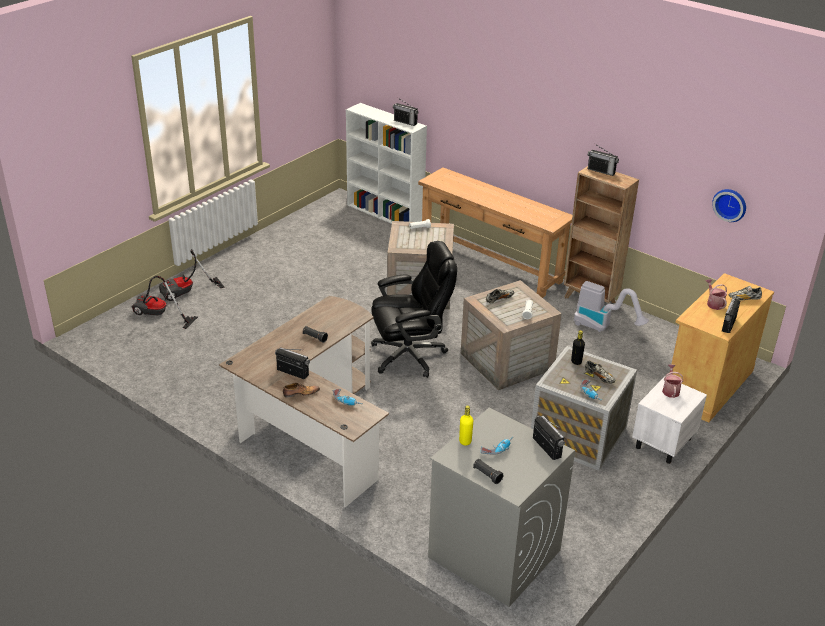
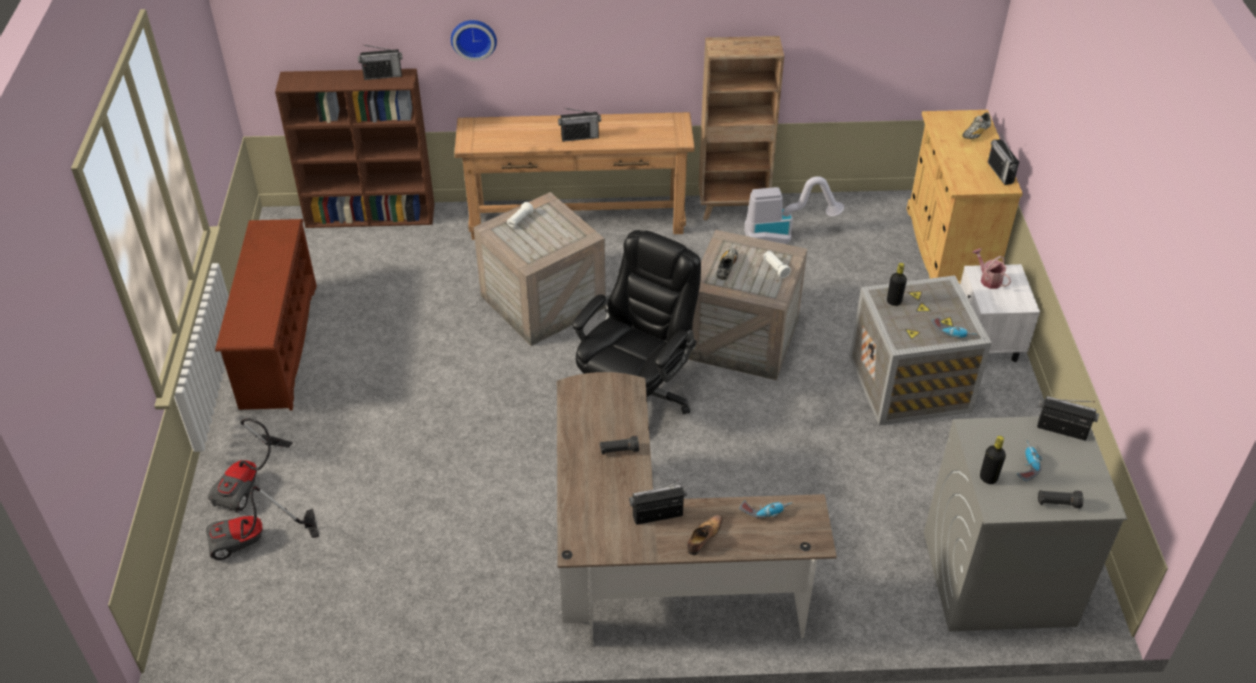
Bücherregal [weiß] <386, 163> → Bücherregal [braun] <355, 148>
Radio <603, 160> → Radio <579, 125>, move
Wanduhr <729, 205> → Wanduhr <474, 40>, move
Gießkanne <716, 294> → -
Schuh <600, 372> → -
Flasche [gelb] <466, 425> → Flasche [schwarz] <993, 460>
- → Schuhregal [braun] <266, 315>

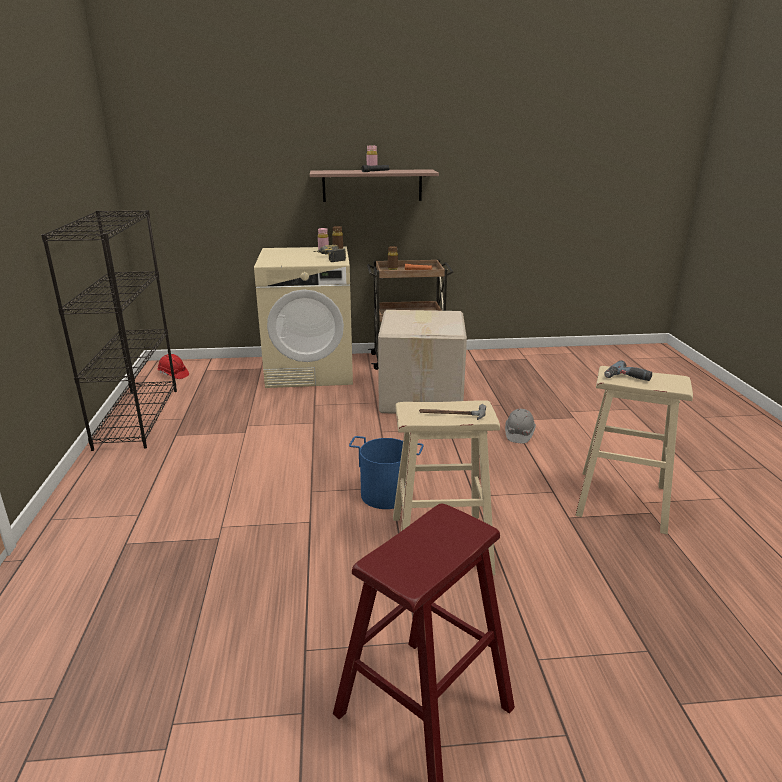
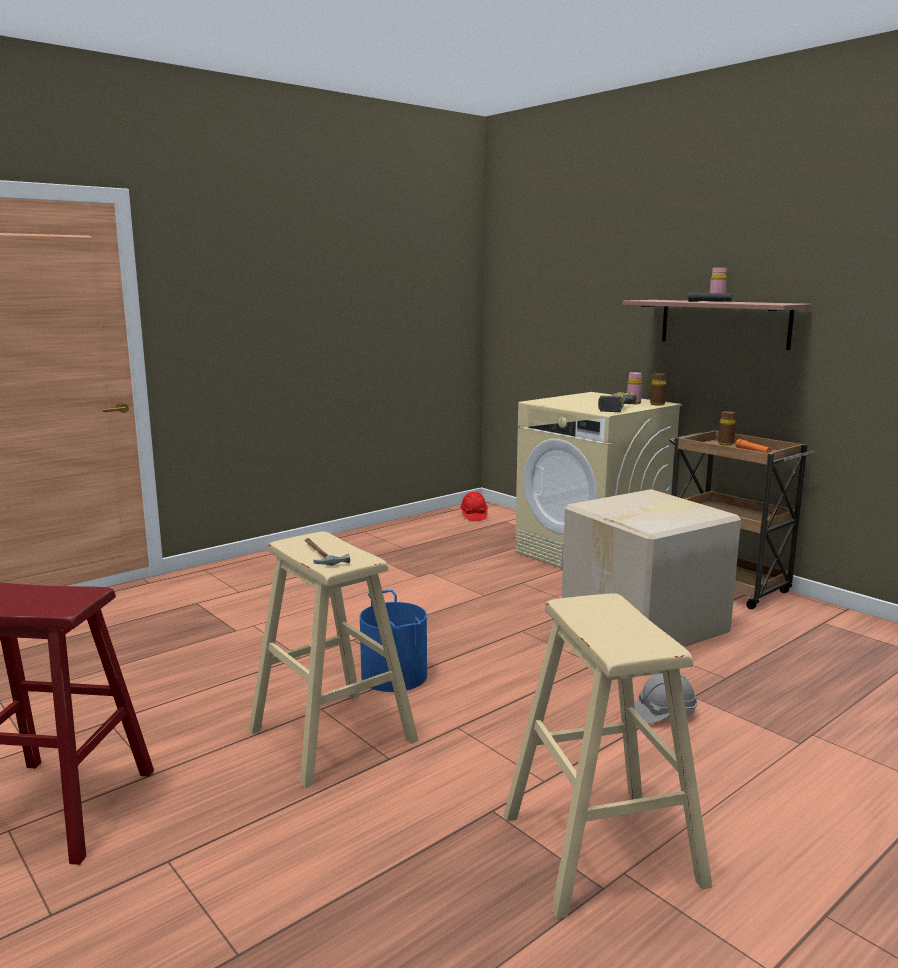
Bücherregal [schwarz] <109, 330> → -
Bohrmaschine <628, 370> → -

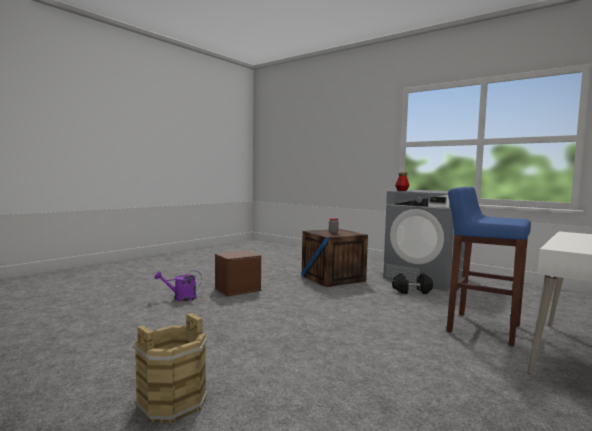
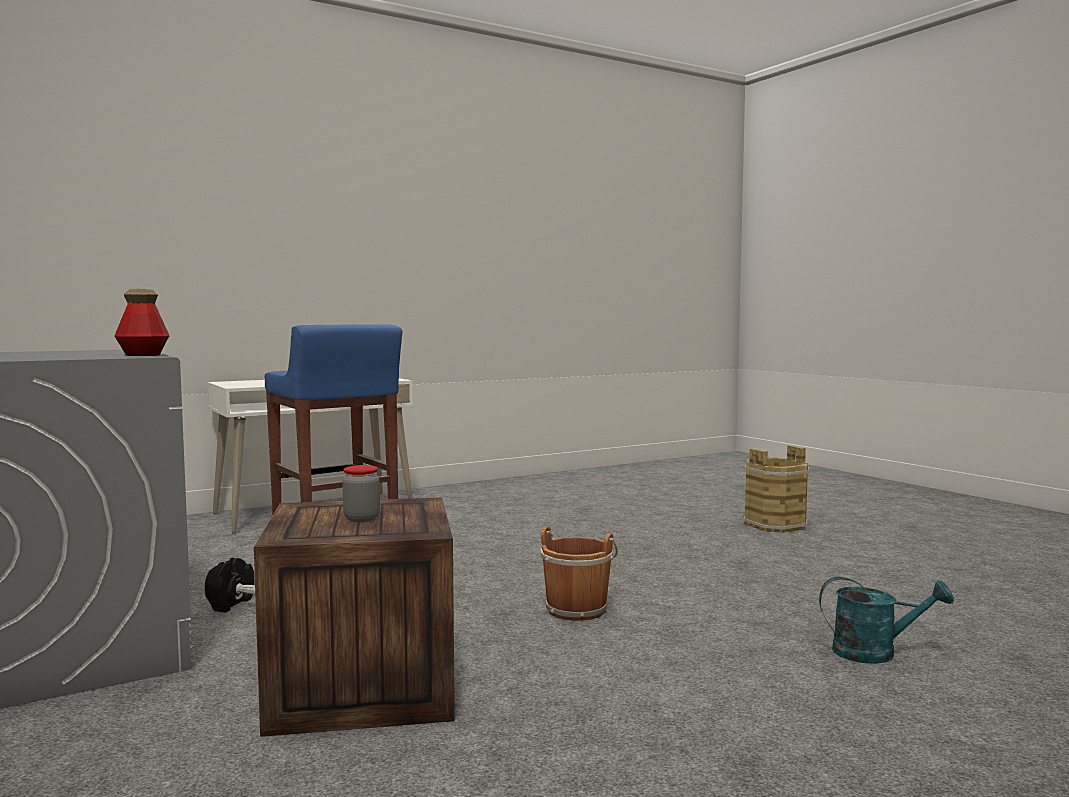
Aufbewahrungsbox [braun] <238, 273> → -
Gießkanne [lila] <178, 285> → Gießkanne [türkis] <886, 620>
- → Eimer [braun] <579, 574>

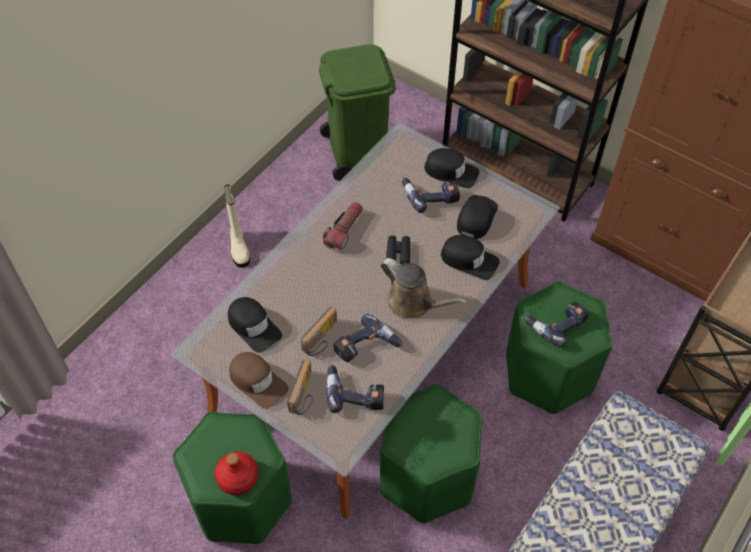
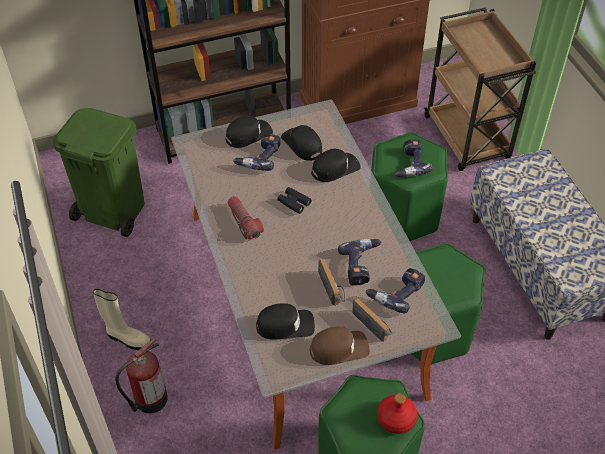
Gießkanne [braun] <424, 288> → -
- → Feuerlöscher <142, 375>

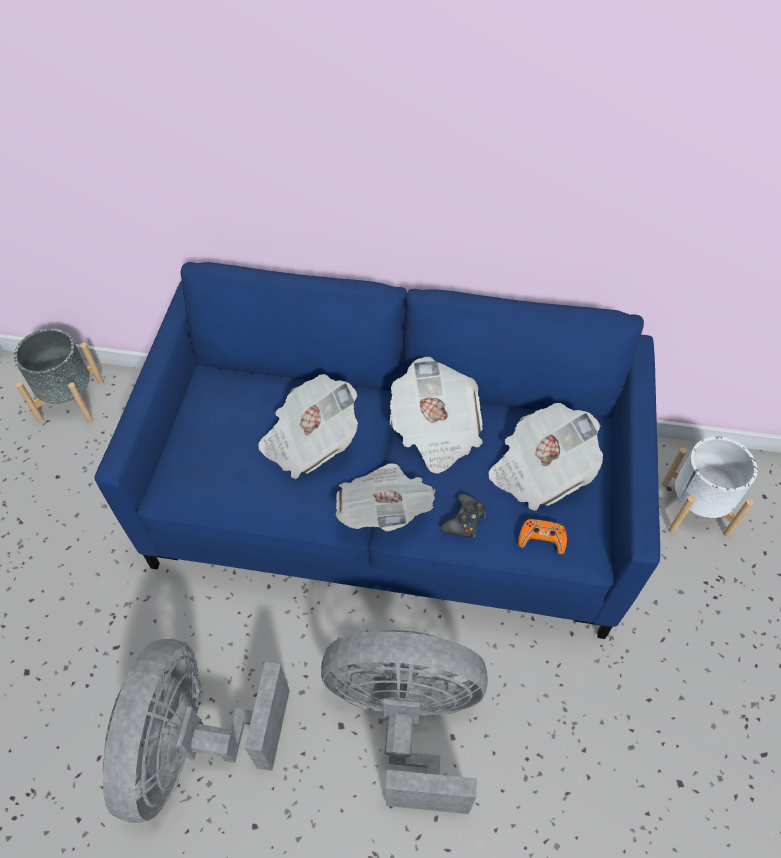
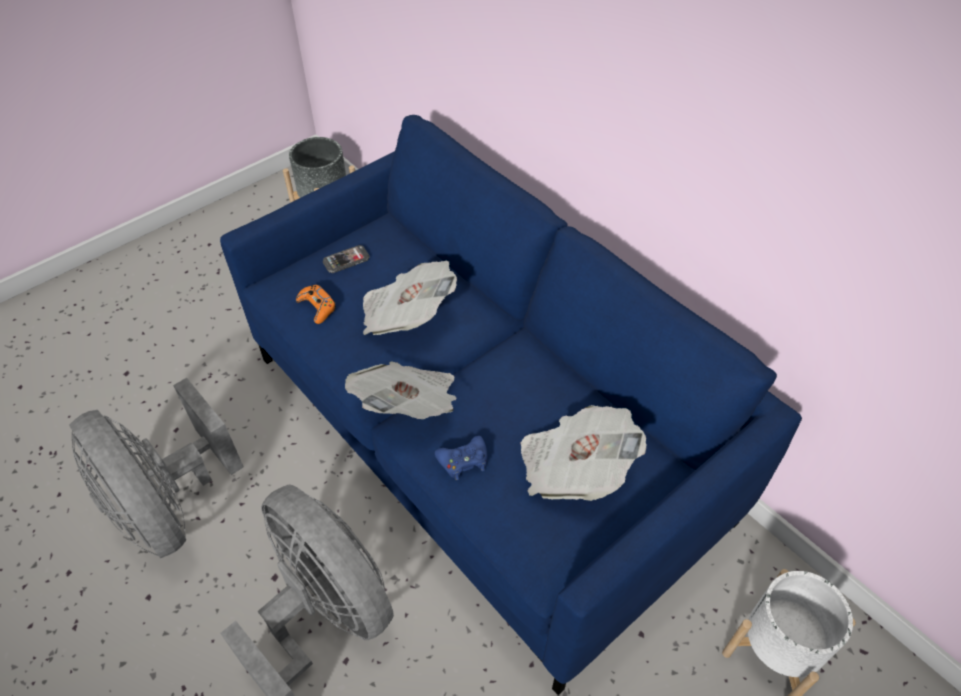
Zeitung <436, 415> → -
Gamepad [schwarz] <463, 516> → Gamepad [blau] <461, 458>
Gamepad [orange] <542, 536> → Gamepad [orange] <316, 304>, move
Ventilator [grau] <196, 731> → Ventilator [grau] <156, 468>, 90 degrees counterclockwise
- → Handy <346, 259>

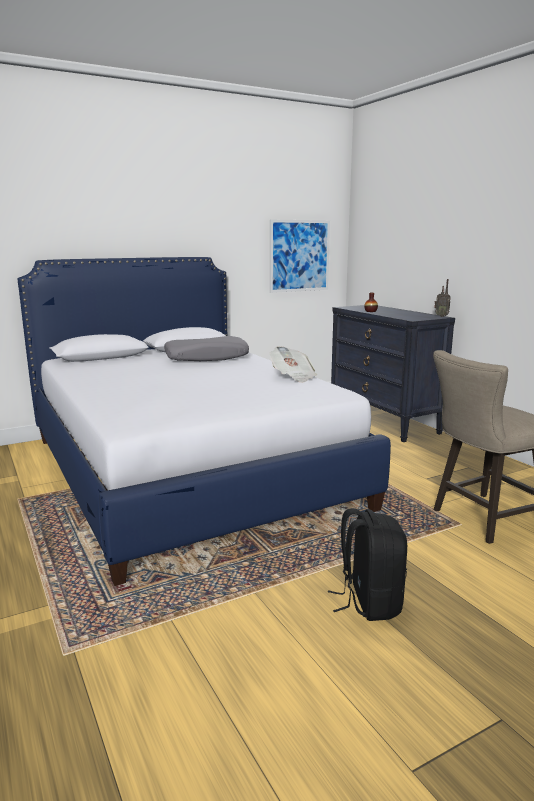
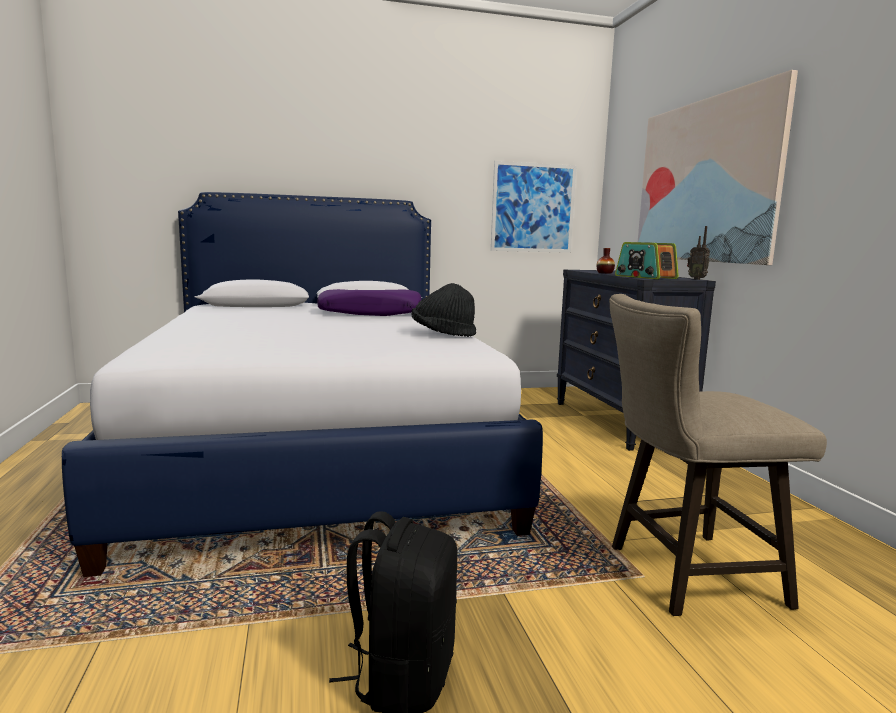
Kissen [grau] <206, 348> → Kissen [lila] <369, 302>
Zeitung <293, 364> → Hut [schwarz] <444, 310>
- → Bild <718, 167>
- → Radio <647, 260>

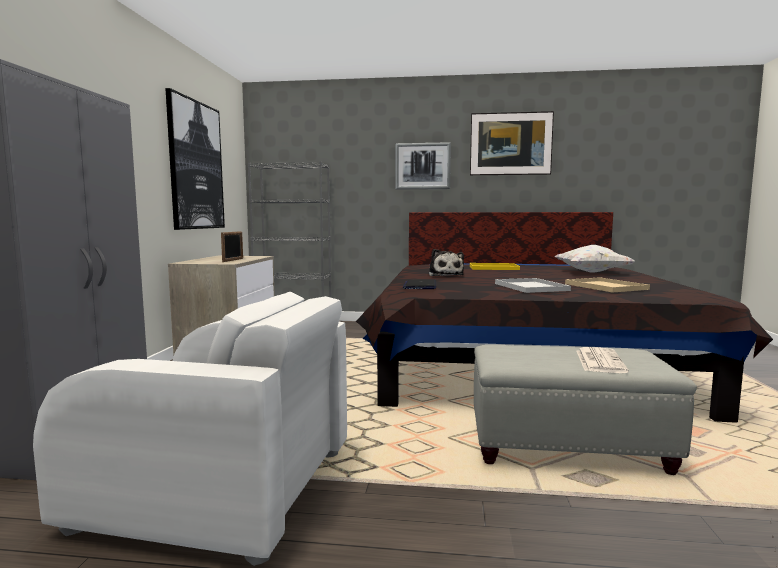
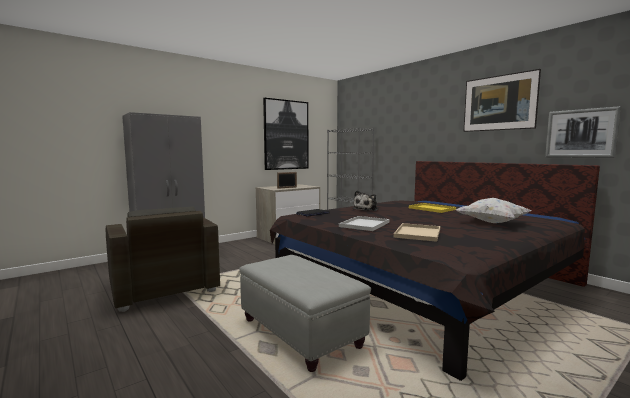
Bild <423, 165> → Bild <583, 132>, move
Sessel [weiß] <190, 429> → Sessel [braun] <163, 259>
Zeitung <603, 360> → -

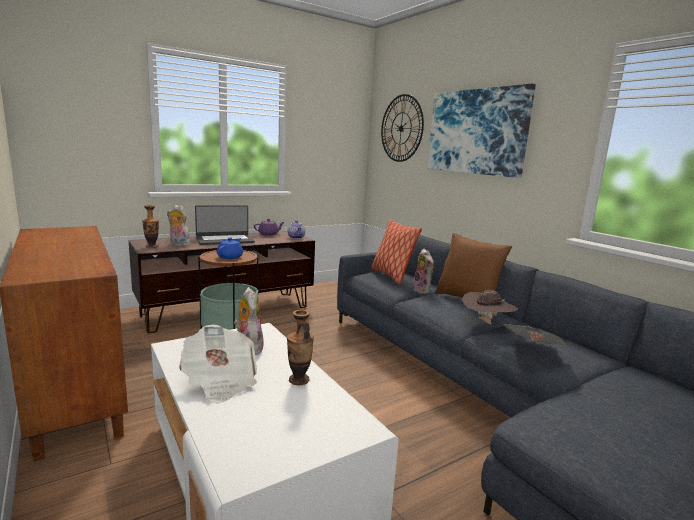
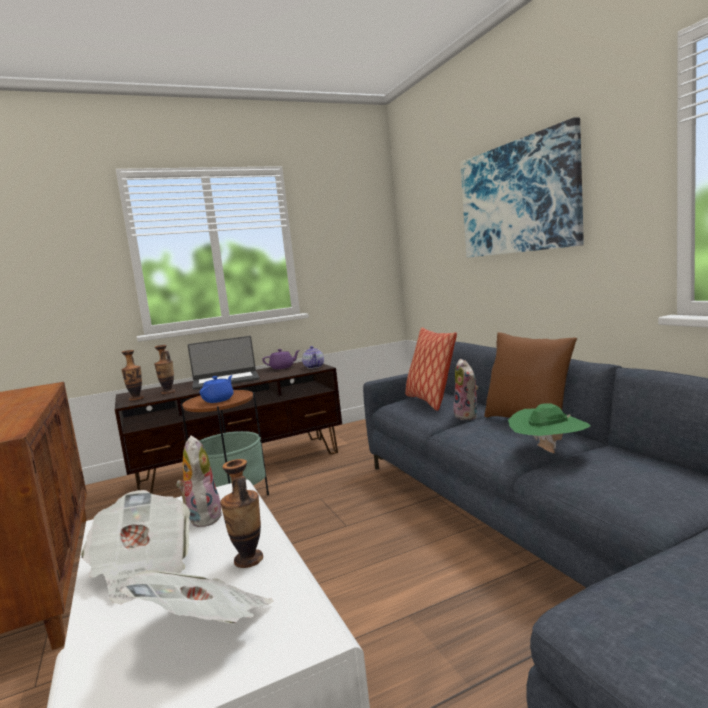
Wanduhr <402, 128> → -
Plüschtier <178, 225> → Vase <164, 369>
Hut [braun] <490, 307> → Hut [grün] <549, 428>
Zeitung <536, 335> → Zeitung <196, 596>, move

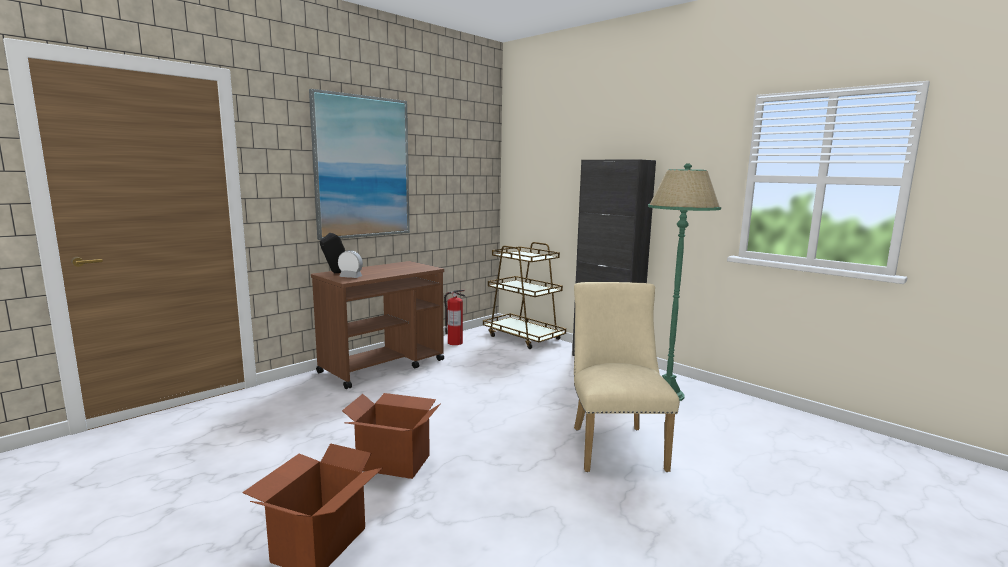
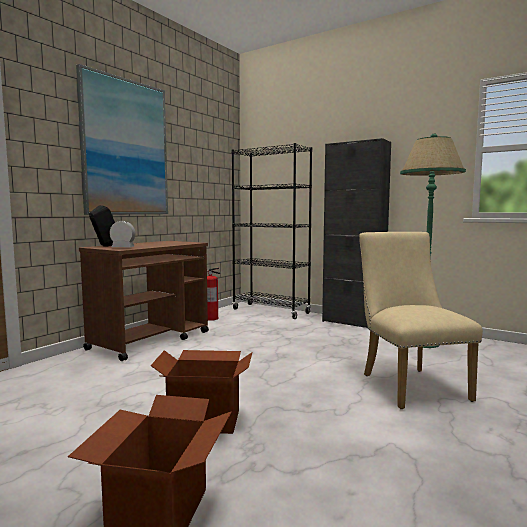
Rollwagen [braun] <524, 295> → Bücherregal [schwarz] <272, 231>

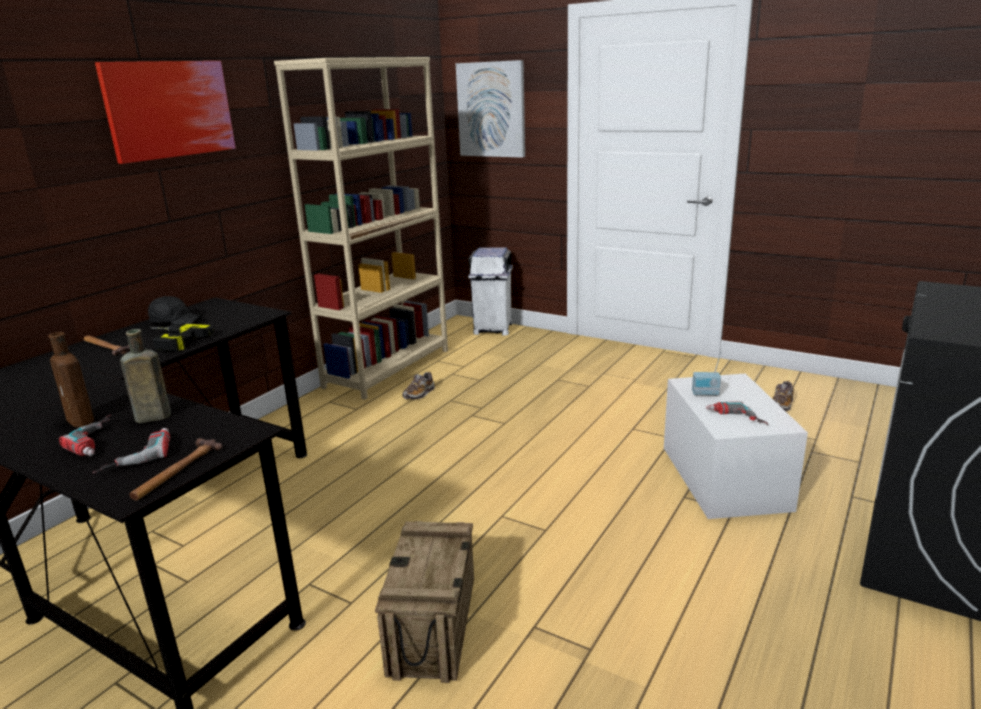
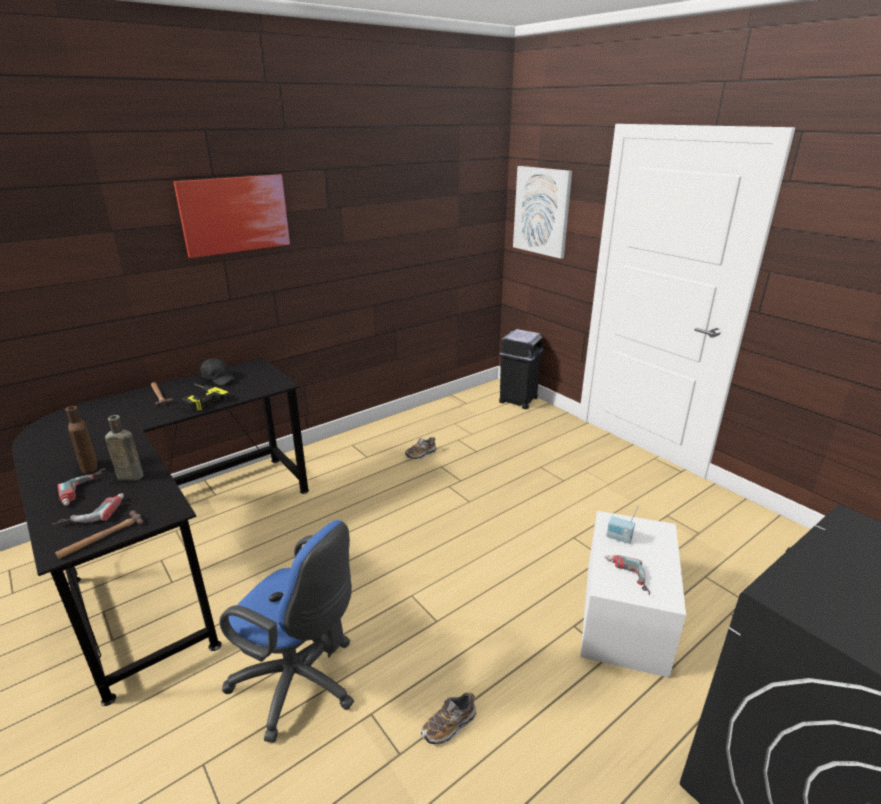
Bücherregal [beige] <361, 228> → -
Mülleimer [weiß] <490, 291> → Mülleimer [schwarz] <521, 369>
Schuh <783, 396> → Schuh <449, 718>, move
Kiste <424, 602> → Bürostuhl [blau] <286, 631>

